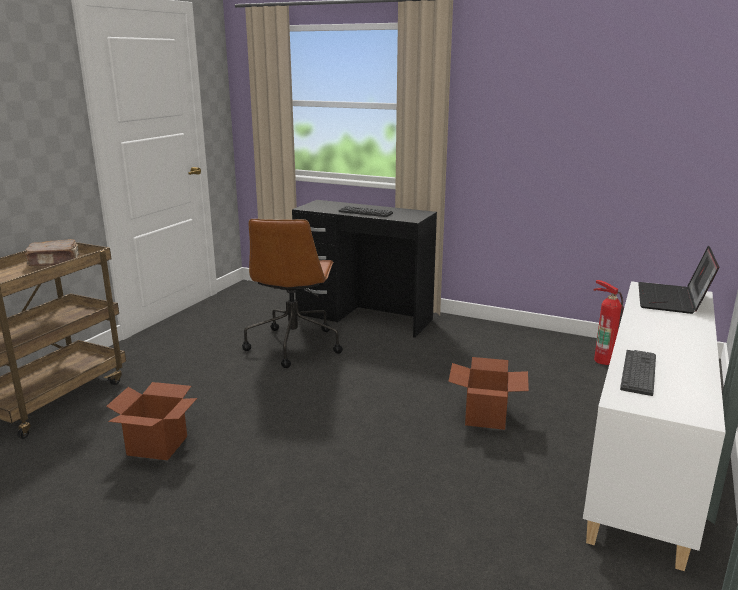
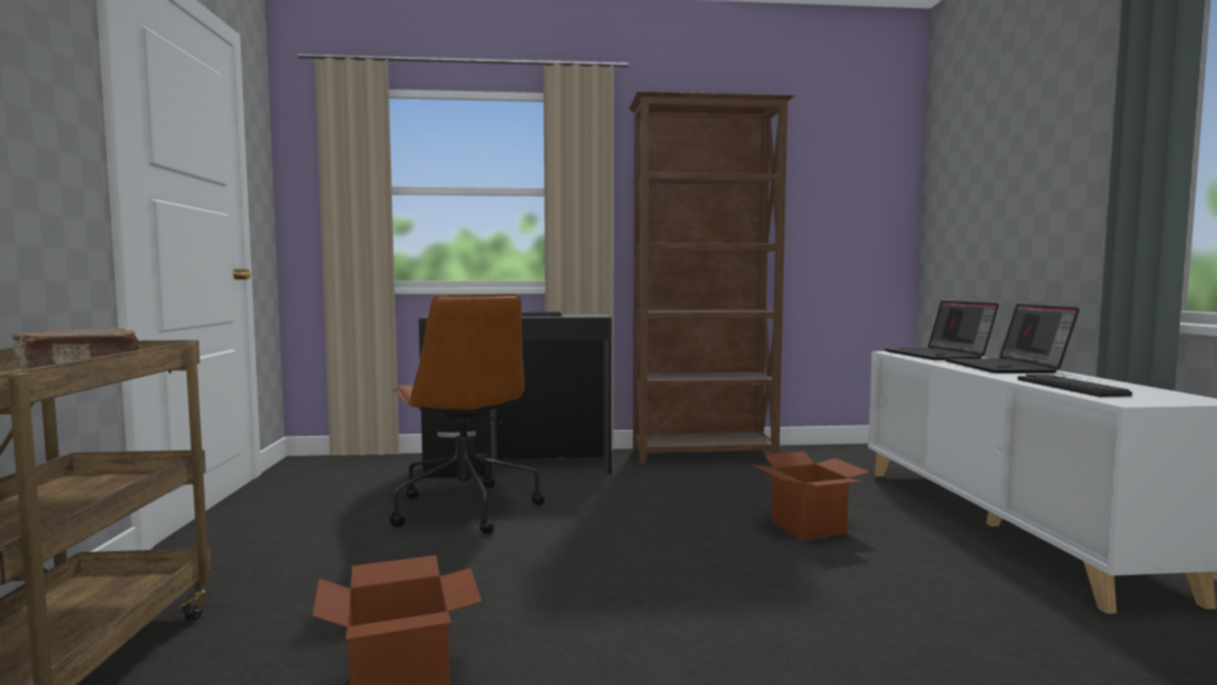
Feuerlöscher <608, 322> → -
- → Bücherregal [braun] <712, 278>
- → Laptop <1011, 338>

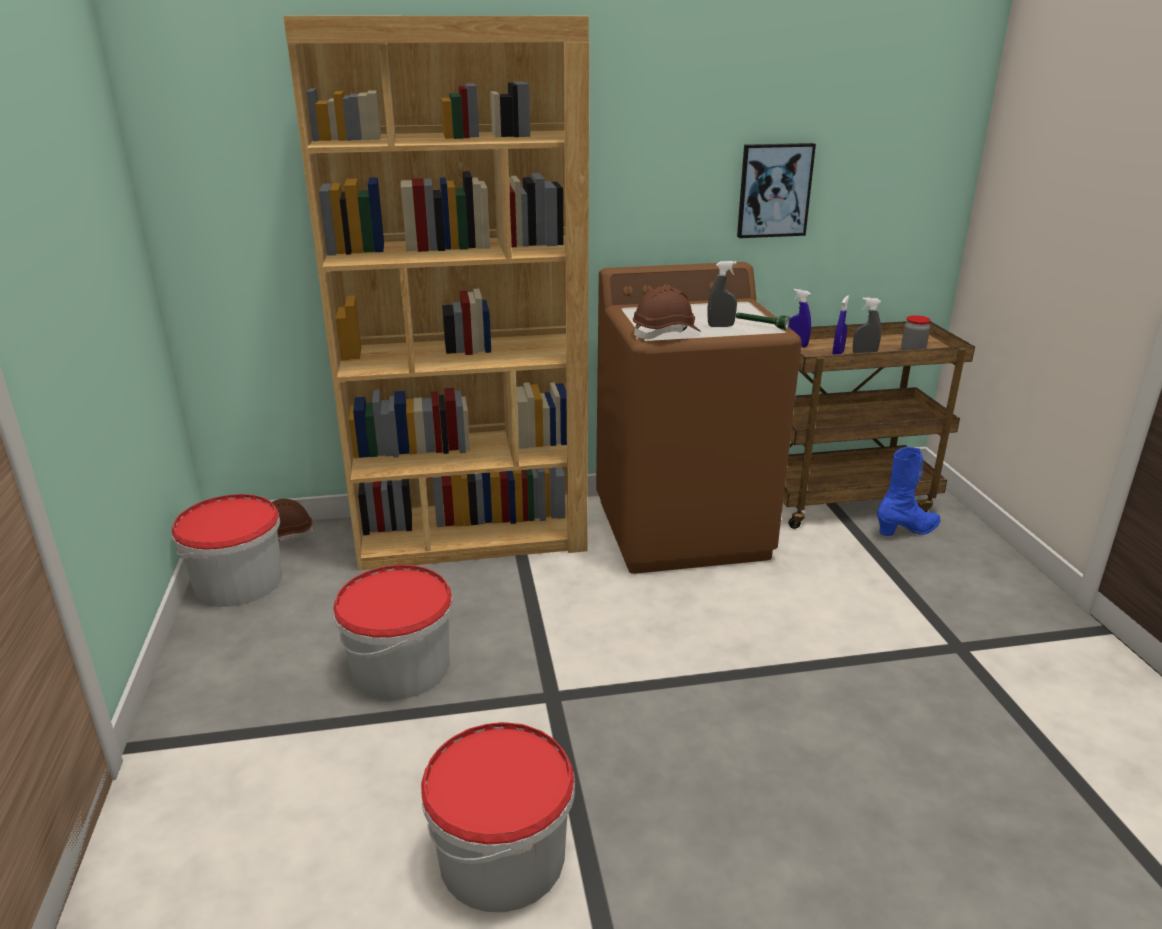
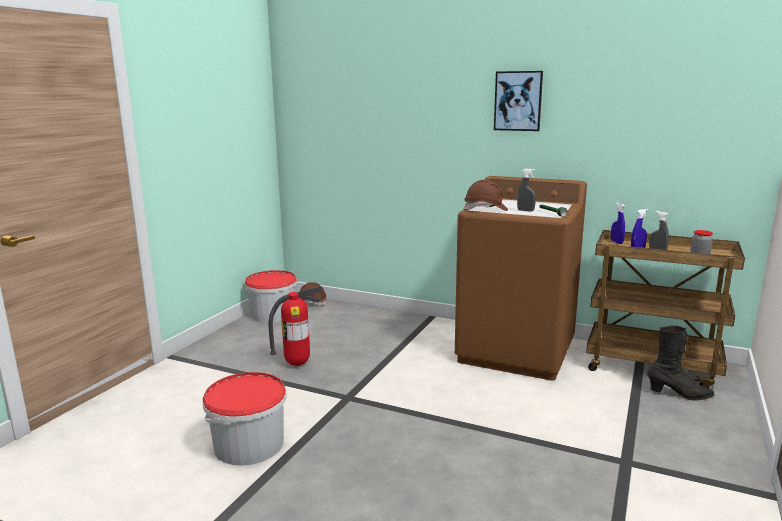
Bücherregal [braun] <436, 293> → -
Bild <776, 190> → Bild <518, 101>, move
Stiefel [blau] <909, 491> → Stiefel [schwarz] <680, 363>
Eimer <393, 632> → Feuerlöscher <296, 326>

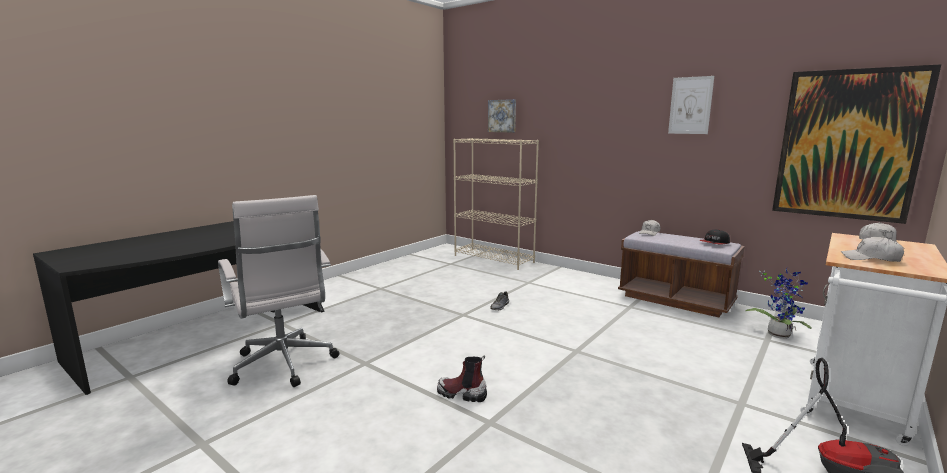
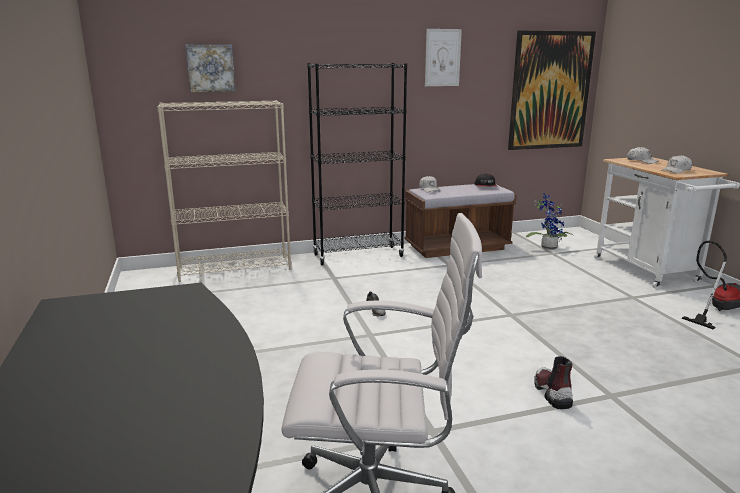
Stiefel <462, 378> → Stiefel <553, 382>, 120 degrees clockwise
- → Bücherregal [schwarz] <357, 164>

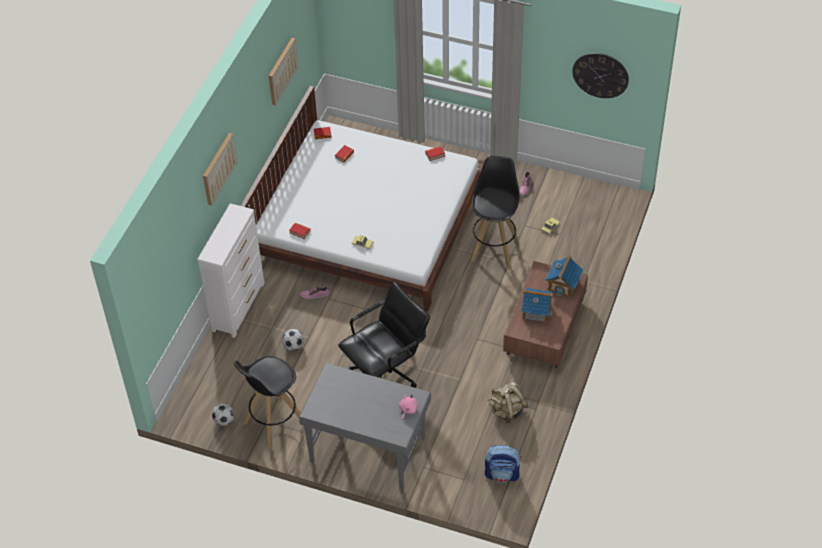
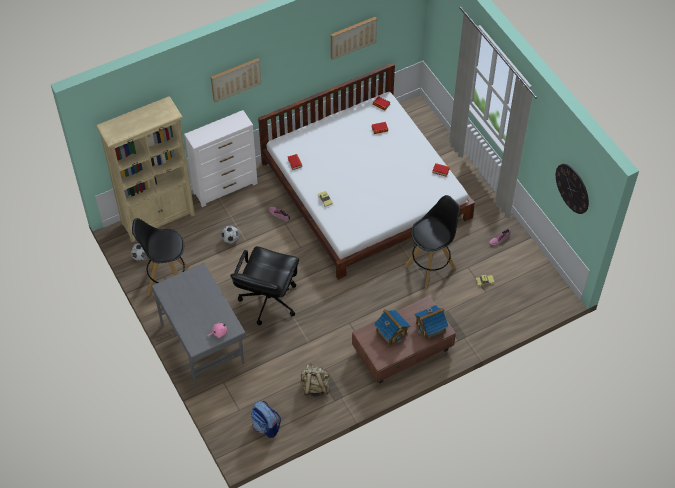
Bürostuhl [schwarz] <384, 335> → Bürostuhl [schwarz] <264, 285>, 105 degrees clockwise
- → Bücherregal [beige] <145, 169>

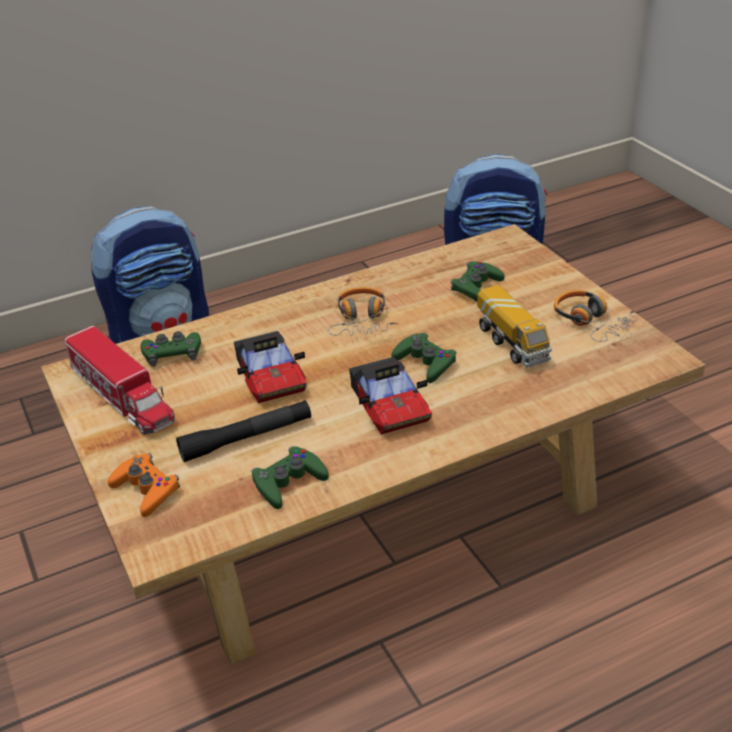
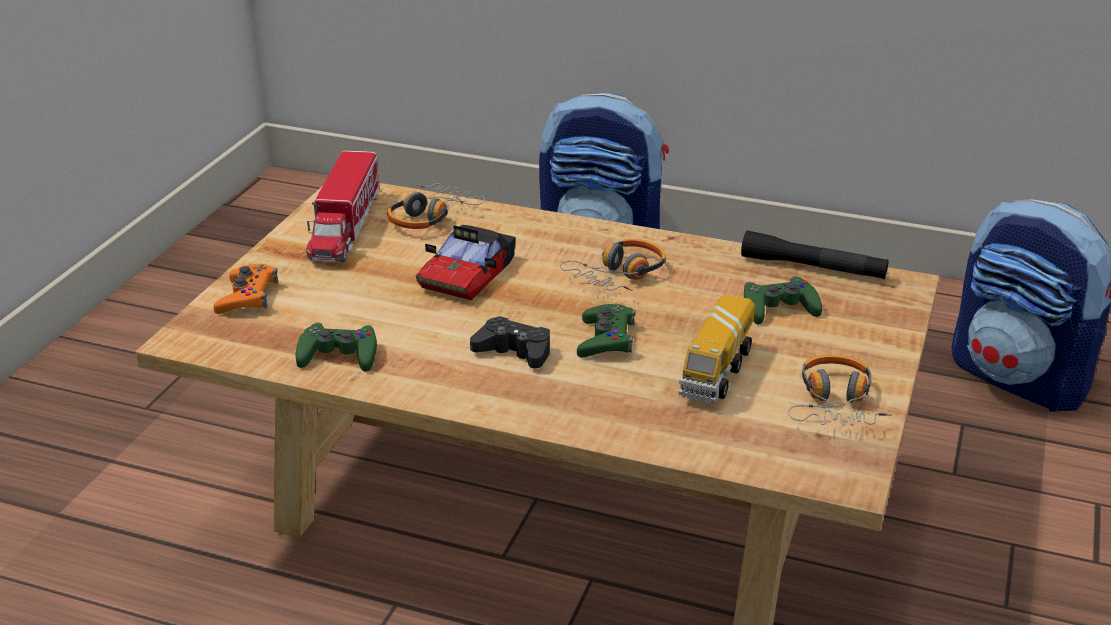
Gamepad [grün] <171, 349> → Kopfhörer <436, 206>
Spielzeugauto <390, 396> → Gamepad [schwarz] <510, 342>
Taschenlampe [schwarz] <243, 431> → Taschenlampe [schwarz] <815, 254>, move

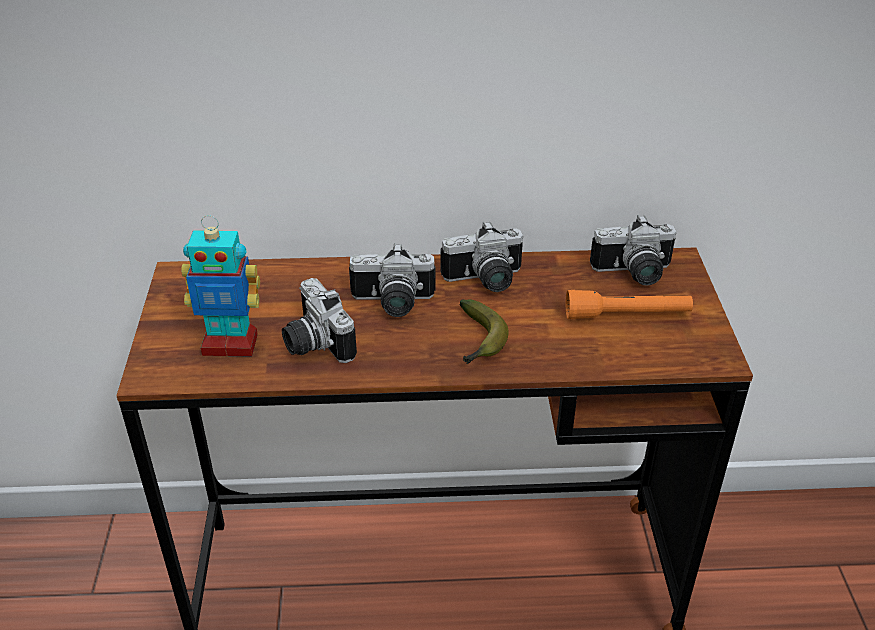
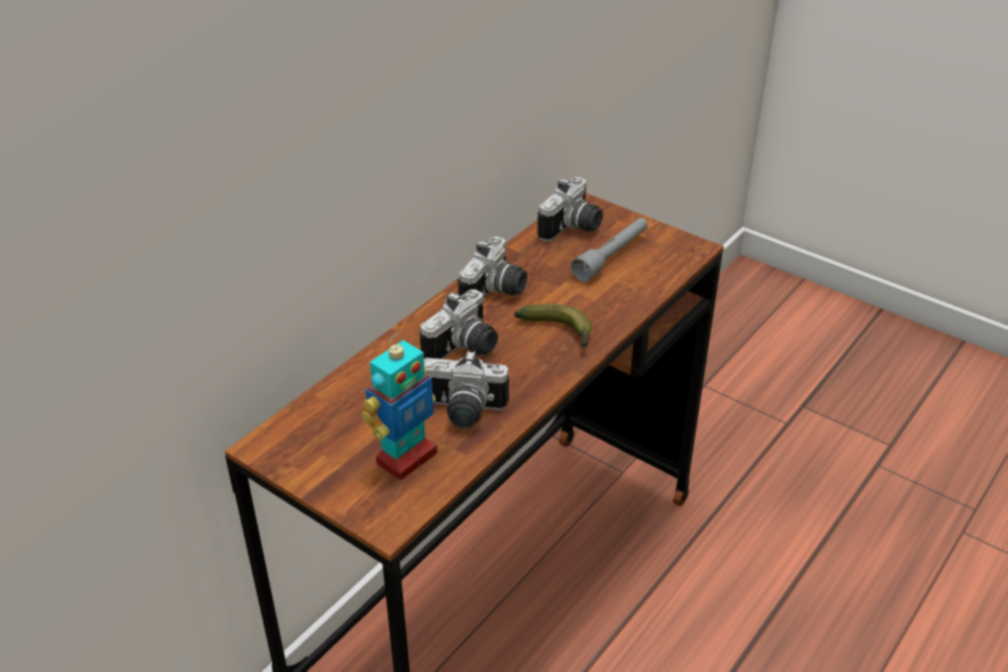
Taschenlampe [orange] <629, 304> → Taschenlampe [grau] <609, 250>

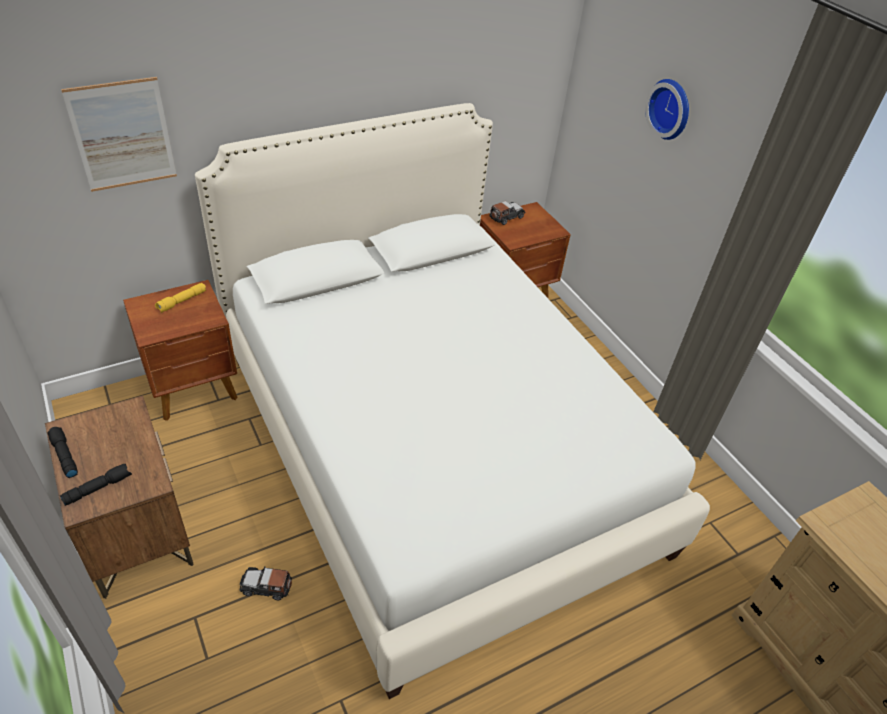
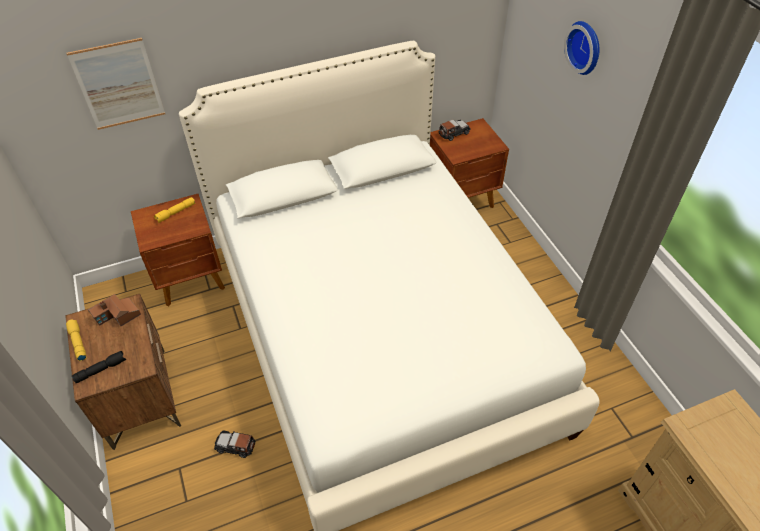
Taschenlampe [schwarz] <62, 452> → Taschenlampe [gelb] <76, 340>
- → Spielzeughaus <114, 310>

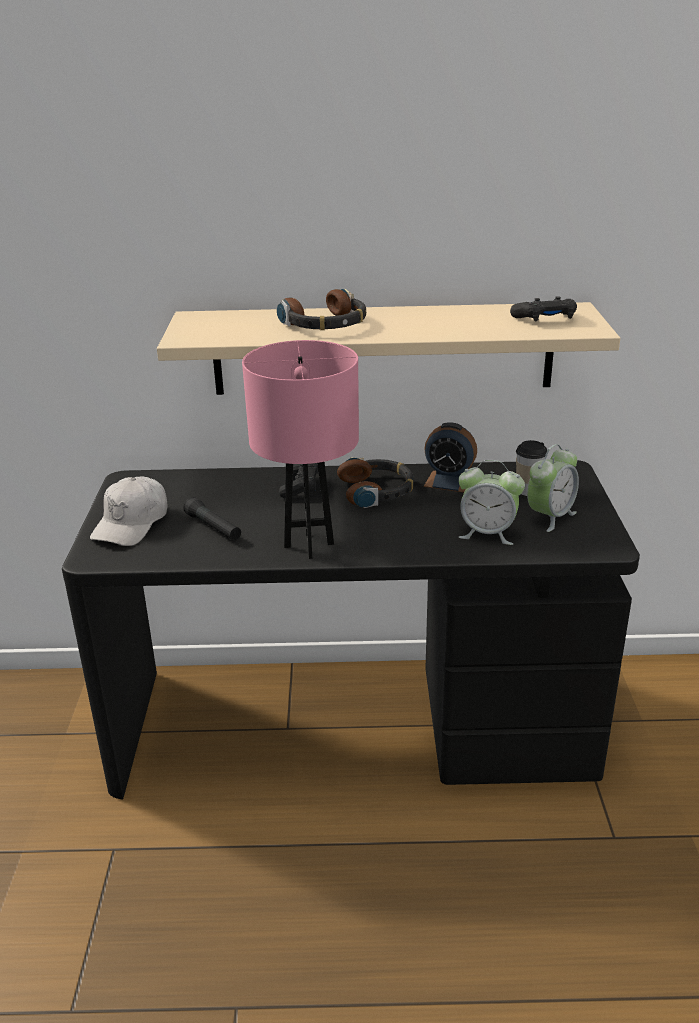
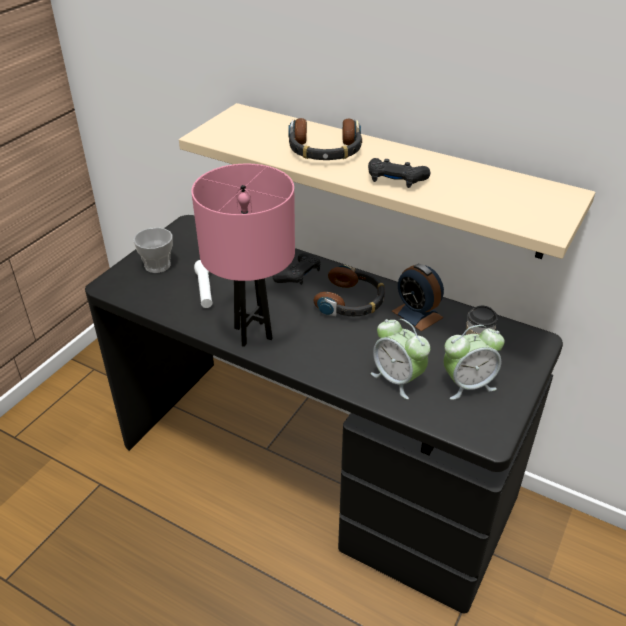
Gamepad [schwarz] <543, 308> → Gamepad [schwarz] <399, 173>, move
Kappe [weiß] <128, 511> → Tasse <153, 250>
Taschenlampe [schwarz] <212, 518> → Taschenlampe [weiß] <203, 284>

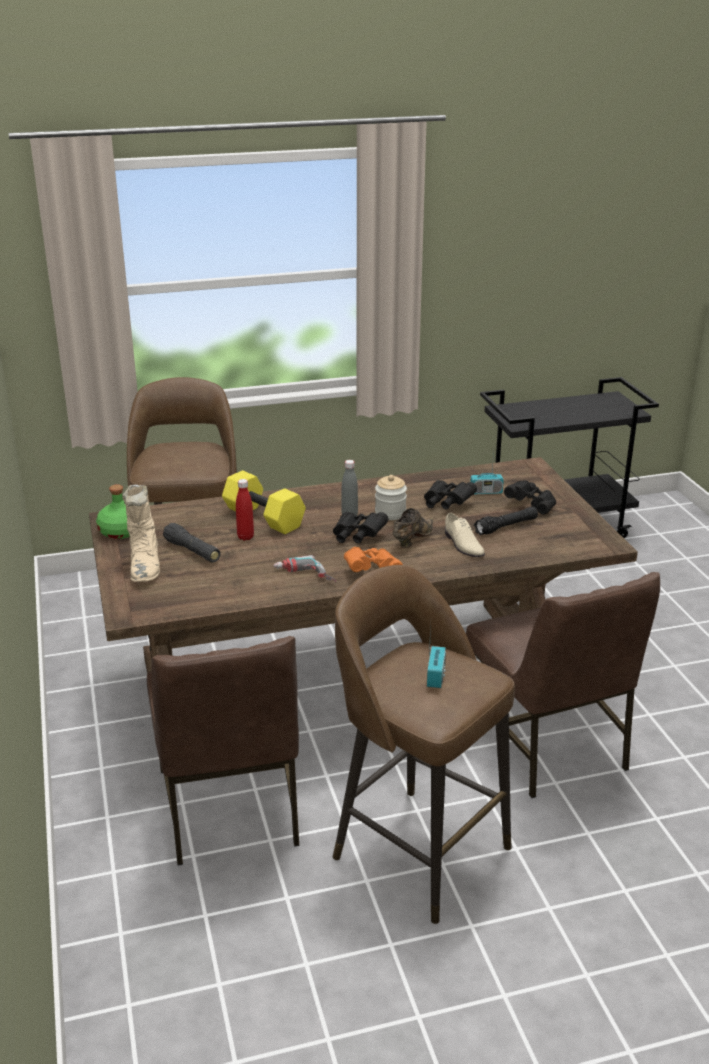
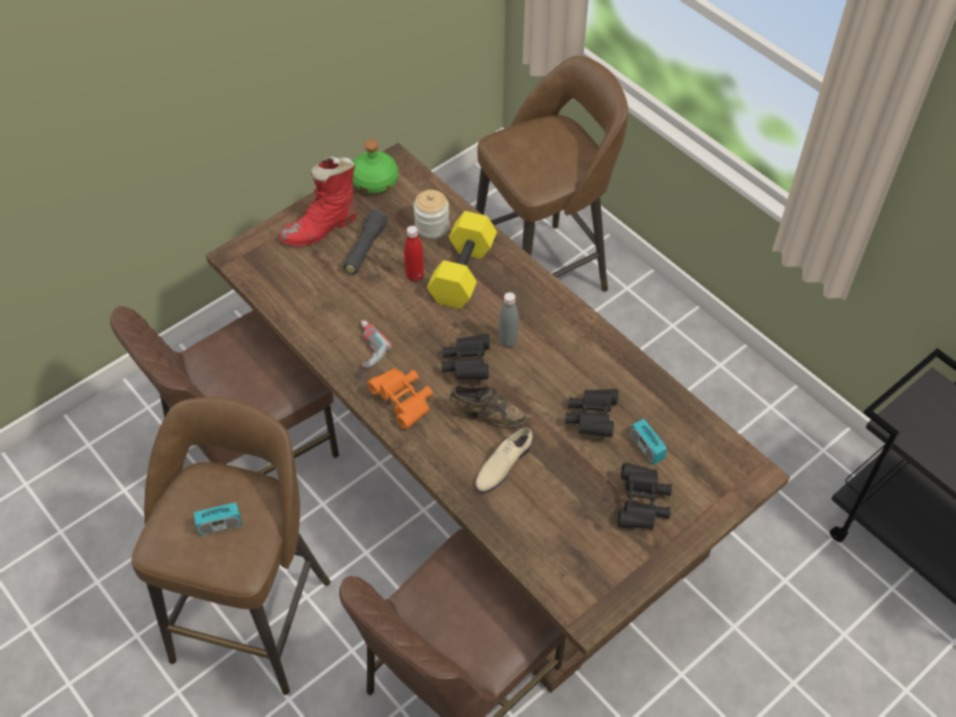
Vorratsglas <391, 497> → Vorratsglas <431, 214>, move
Stiefel [beige] <141, 533> → Stiefel [rot] <318, 201>
Taschenlampe [schwarz] <506, 521> → -

